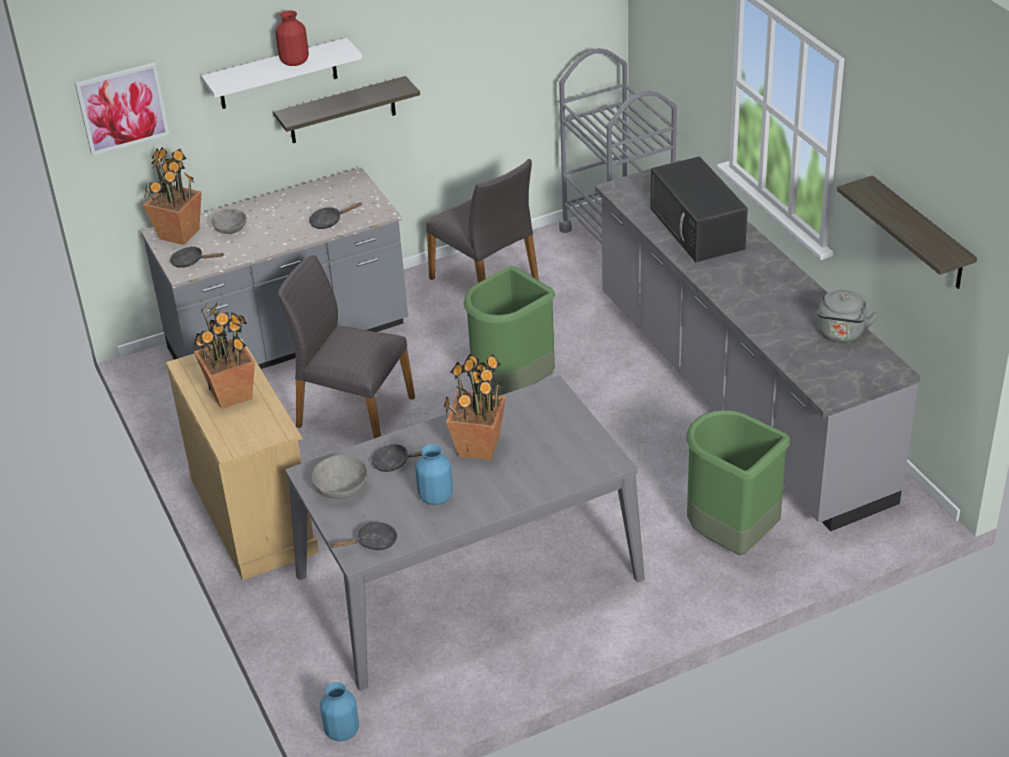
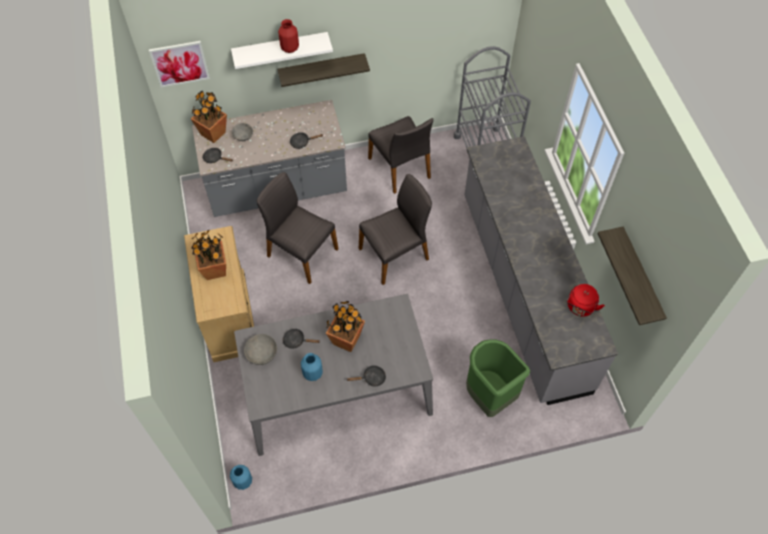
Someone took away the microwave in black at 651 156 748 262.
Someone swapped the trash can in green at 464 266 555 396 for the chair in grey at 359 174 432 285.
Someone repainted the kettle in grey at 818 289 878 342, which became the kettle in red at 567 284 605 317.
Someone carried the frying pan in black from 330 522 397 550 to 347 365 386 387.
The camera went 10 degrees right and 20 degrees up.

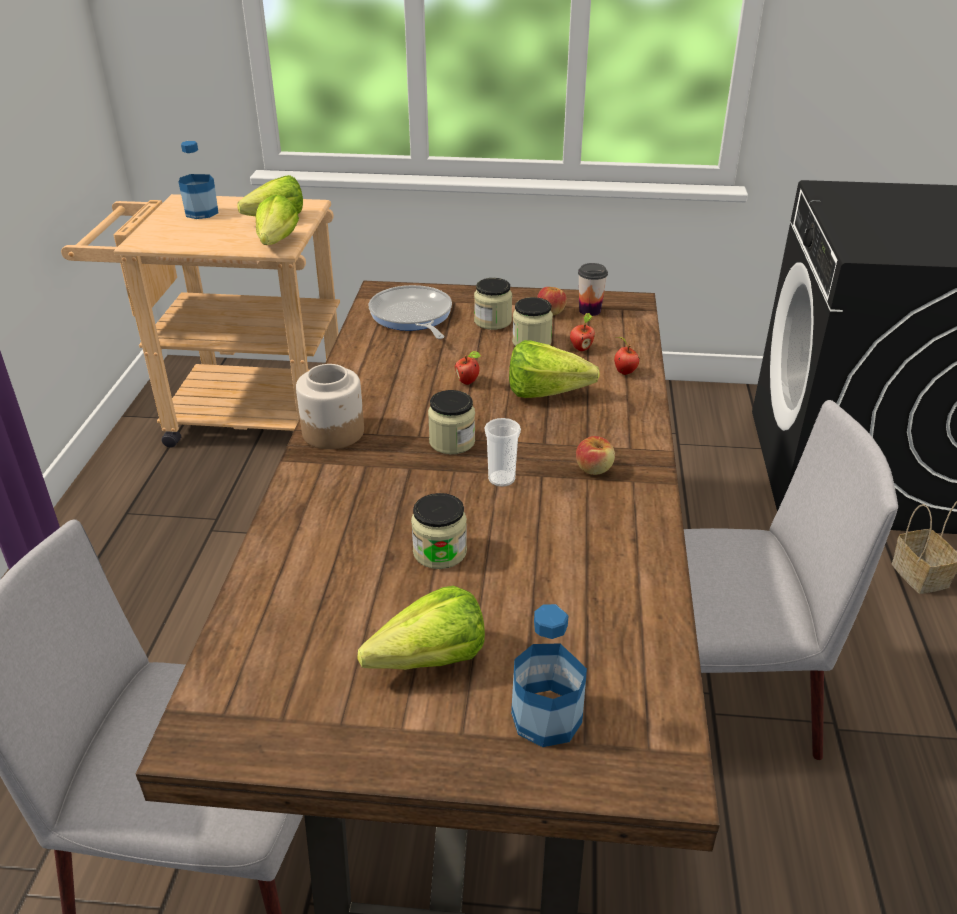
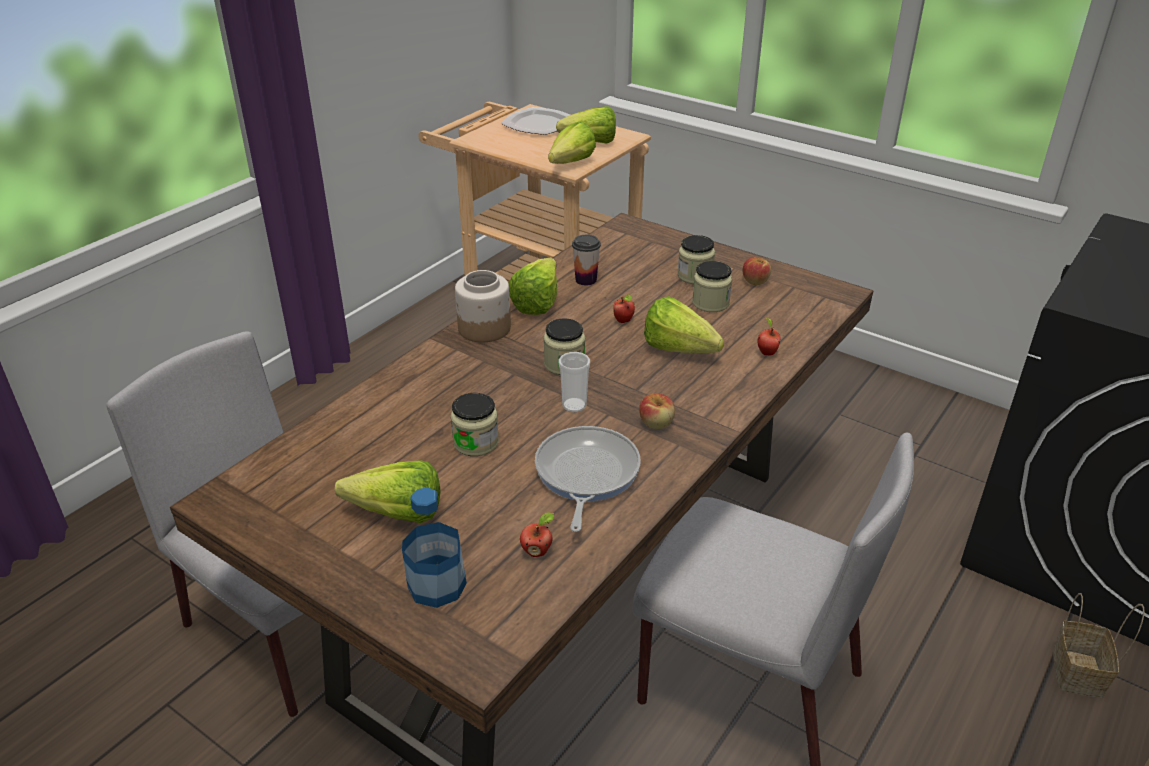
Someone swapped the bottle at 178 141 218 219 for the plate at 501 107 570 135.
Someone carried the cup from 578 263 608 316 to 572 235 601 286.
Someone carried the frying pan from 369 285 452 339 to 535 426 641 532.
Someone carried the apple from 570 313 595 351 to 520 512 554 557.
Someone put down the lettuce at 508 258 557 315.
The camera went 30 degrees right and 0 degrees up.

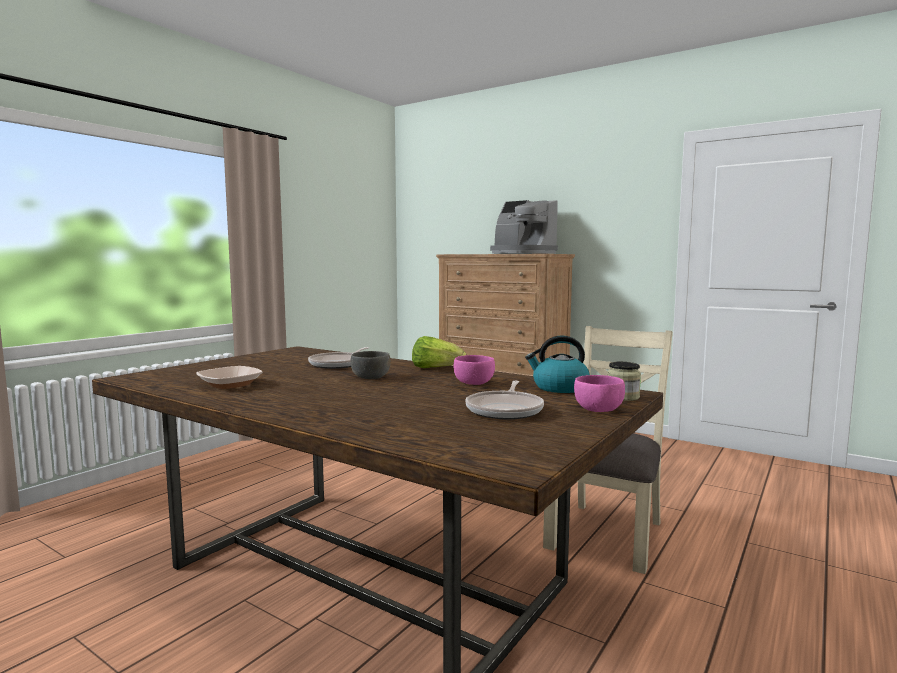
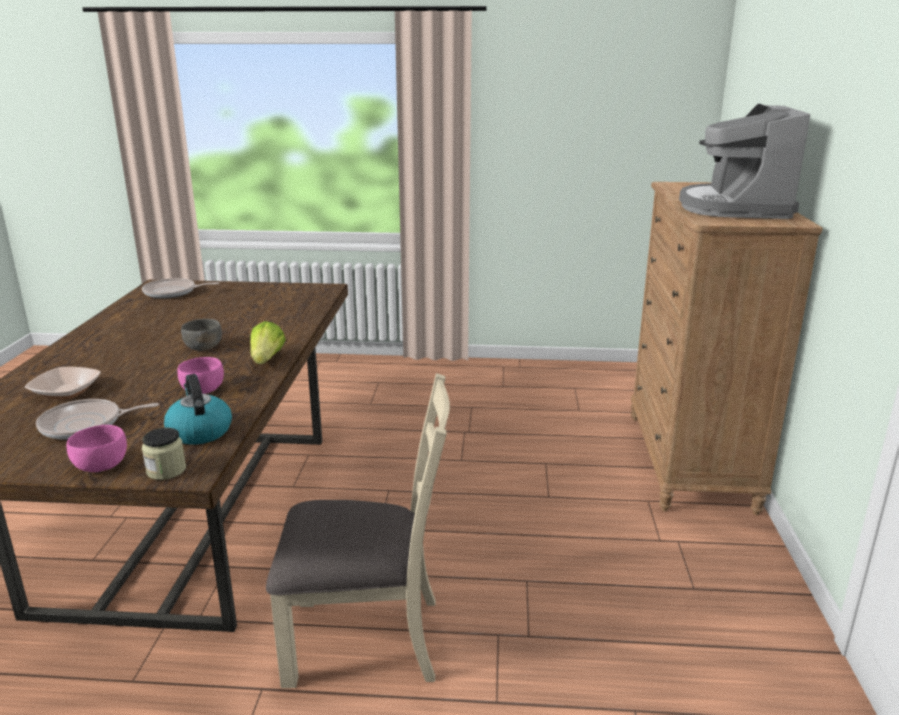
Someone carried the frying pan from 308 347 369 369 to 142 278 220 299.
Someone carried the bowl from 196 366 262 389 to 25 367 101 399.
The camera went 60 degrees right and 15 degrees up.

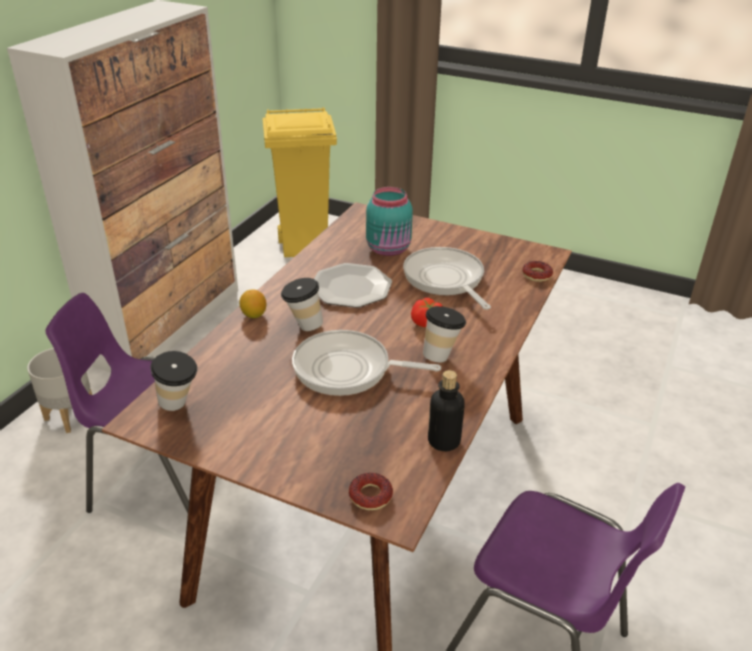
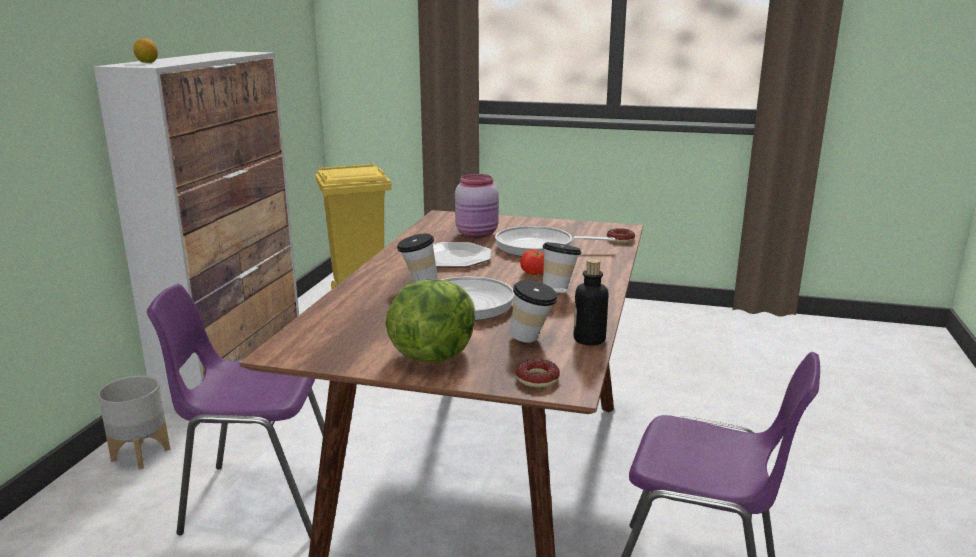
Someone repainted the jar in turquoise at 366 187 413 256, which became the jar in pink at 455 174 499 238.
Someone rotated the frying pan at 403 247 491 310 by 45 degrees counterclockwise.
Someone carried the lemon from 239 289 266 318 to 133 38 158 63.
Someone carried the cup from 150 351 197 411 to 510 280 558 343.
Someone put down the lettuce at 385 279 475 363.
The camera went 10 degrees left and 15 degrees down.

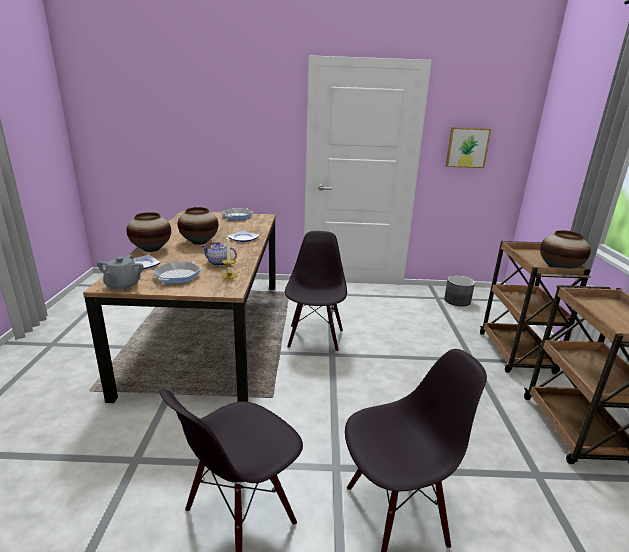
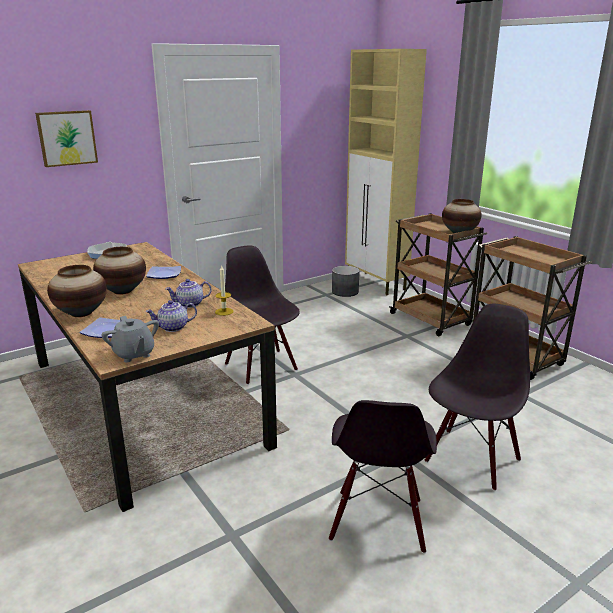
Someone carried the picture from 446 127 491 168 to 35 110 98 167.
Someone swapped the frying pan at 153 261 201 284 for the teapot at 145 300 197 332.
Someone put down the cabinet in beige at 345 49 427 295.
The camera went 35 degrees left and 0 degrees up.

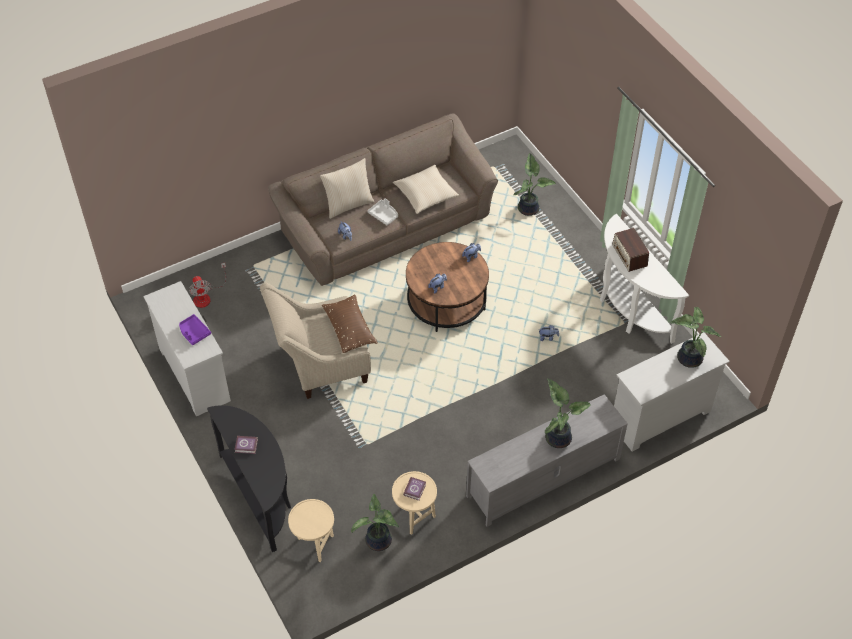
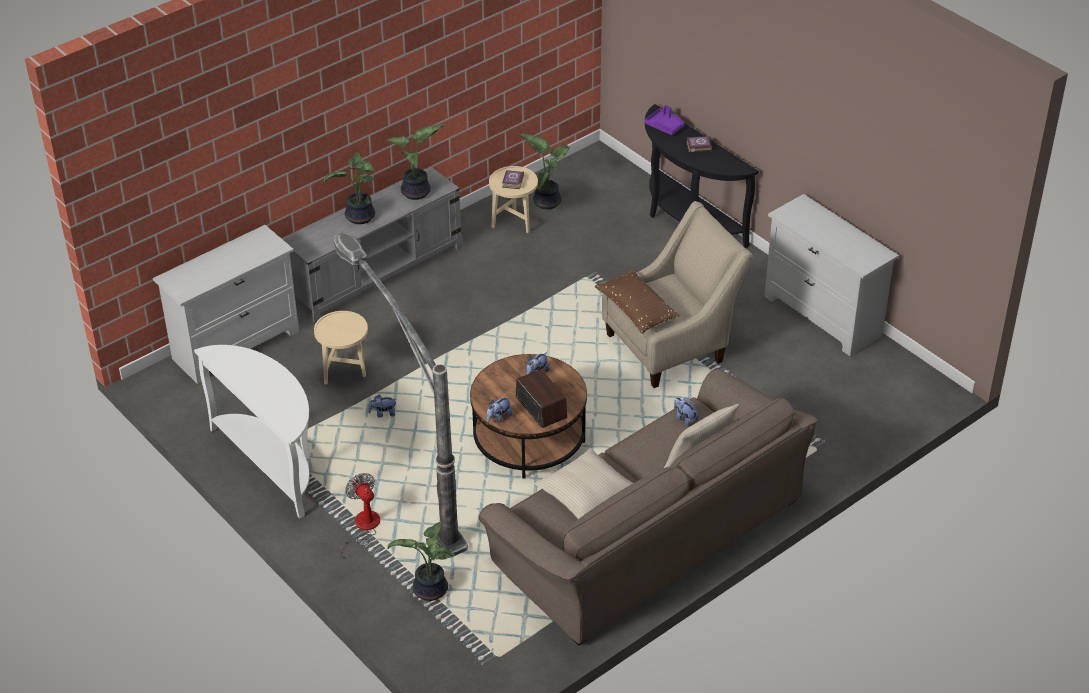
Someone took away the tray in grey at 368 199 398 225.
Someone carried the radio from 612 228 649 272 to 516 369 567 428.
Someone carried the fan from 189 263 226 308 to 339 473 380 557.
Someone carried the potted plant from 670 307 721 368 to 387 124 446 200.
Someone carried the tray in purple from 179 314 211 345 to 644 105 684 135.
Someone carried the side table in beige from 288 499 334 562 to 314 311 368 384.
Someone put down the floor lamp at 334 232 468 558.
The camera went 170 degrees right and 10 degrees down.

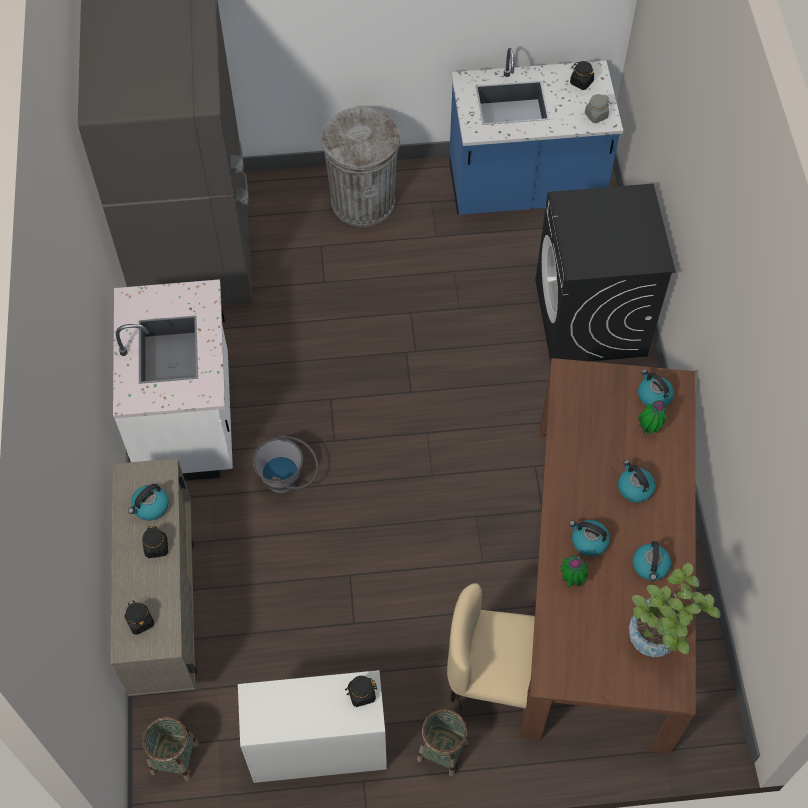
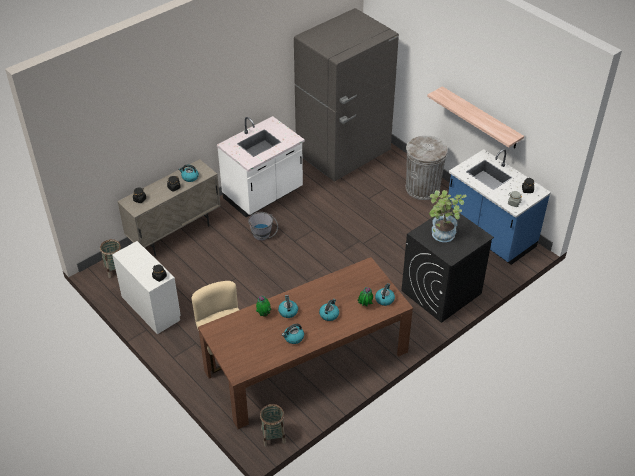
Someone carried the potted plant from 629 563 721 657 to 429 190 467 242.
Someone carried the basket from 417 709 468 776 to 260 404 286 447.
Someone put up the shelf at 427 86 524 148.
The camera went 55 degrees right and 15 degrees down.

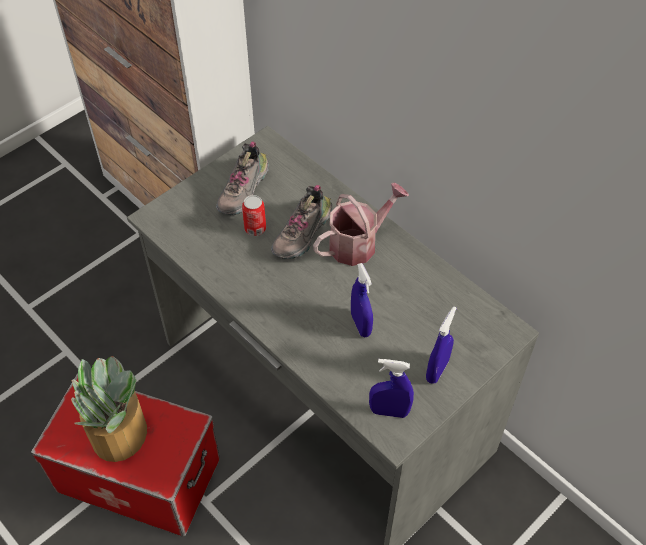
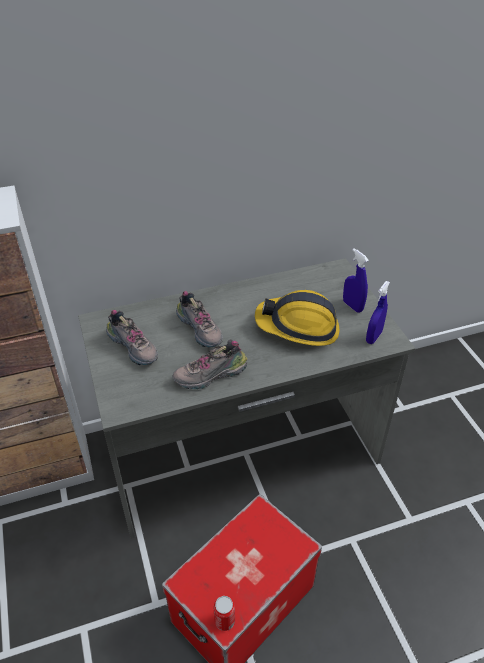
Someone took away the watering can at 313 183 409 266.
Someone carried the can from 242 195 266 236 to 214 596 235 631.
Someone swapped the spray bottle in blue at 351 263 373 337 for the hard hat at 255 290 339 346.
Someone took away the potted plant at 71 356 147 462.
Someone put down the shoe at 173 339 248 389.
The camera went 65 degrees left and 10 degrees down.

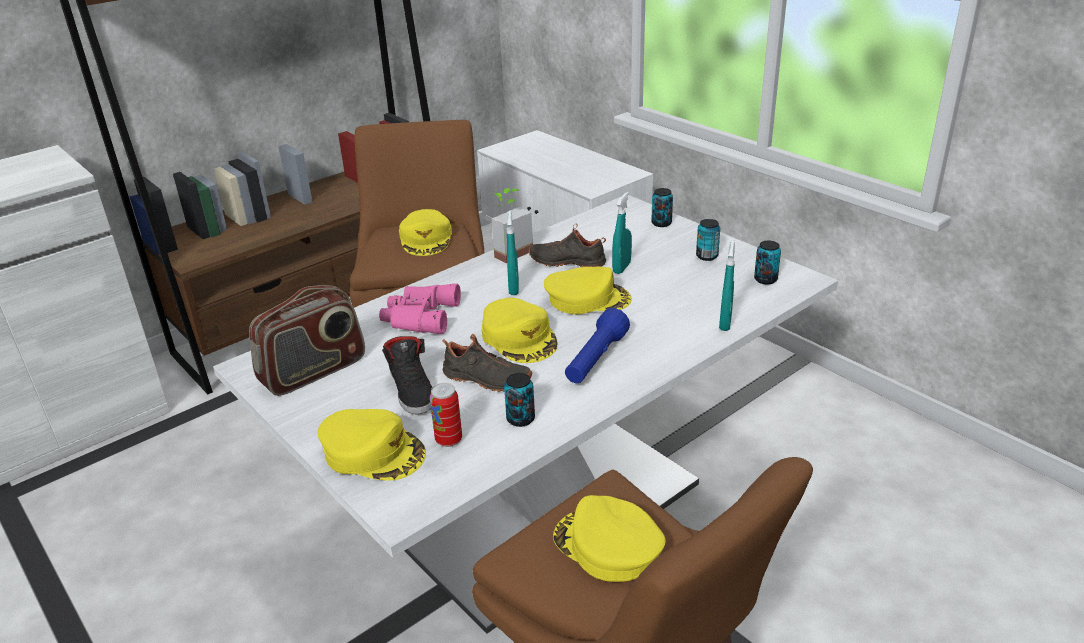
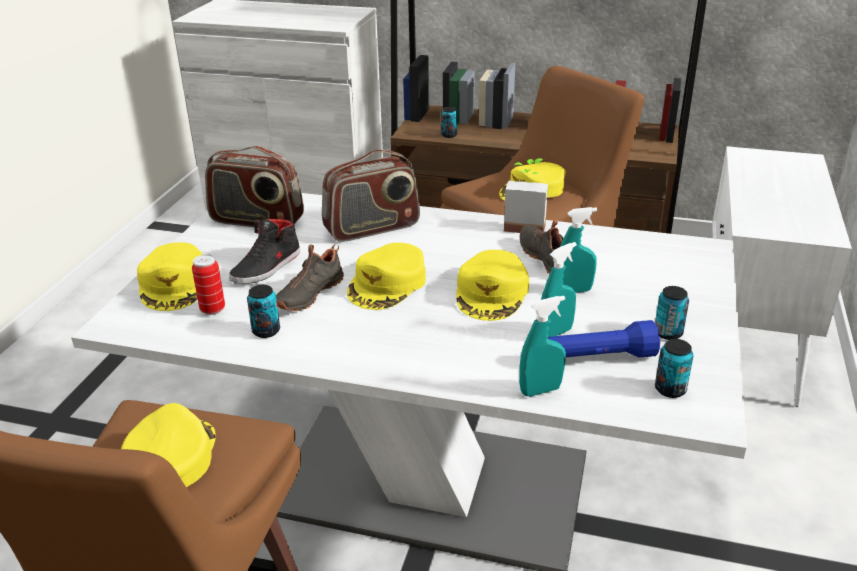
Someone carried the can from 651 188 673 227 to 441 107 457 138.
Someone carried the spray bottle in turquoise from 507 211 519 295 to 541 242 577 337.
Someone rotated the cap in yellow at 544 267 632 315 by 45 degrees clockwise.
Someone swapped the binoculars in pink at 379 283 461 334 for the radio at 322 150 420 242.
Someone carried the flashlight in blue from 565 308 630 383 to 548 320 660 358.
Someone rotated the shoe in black at 442 334 532 392 by 45 degrees clockwise.
The camera went 55 degrees right and 0 degrees up.

